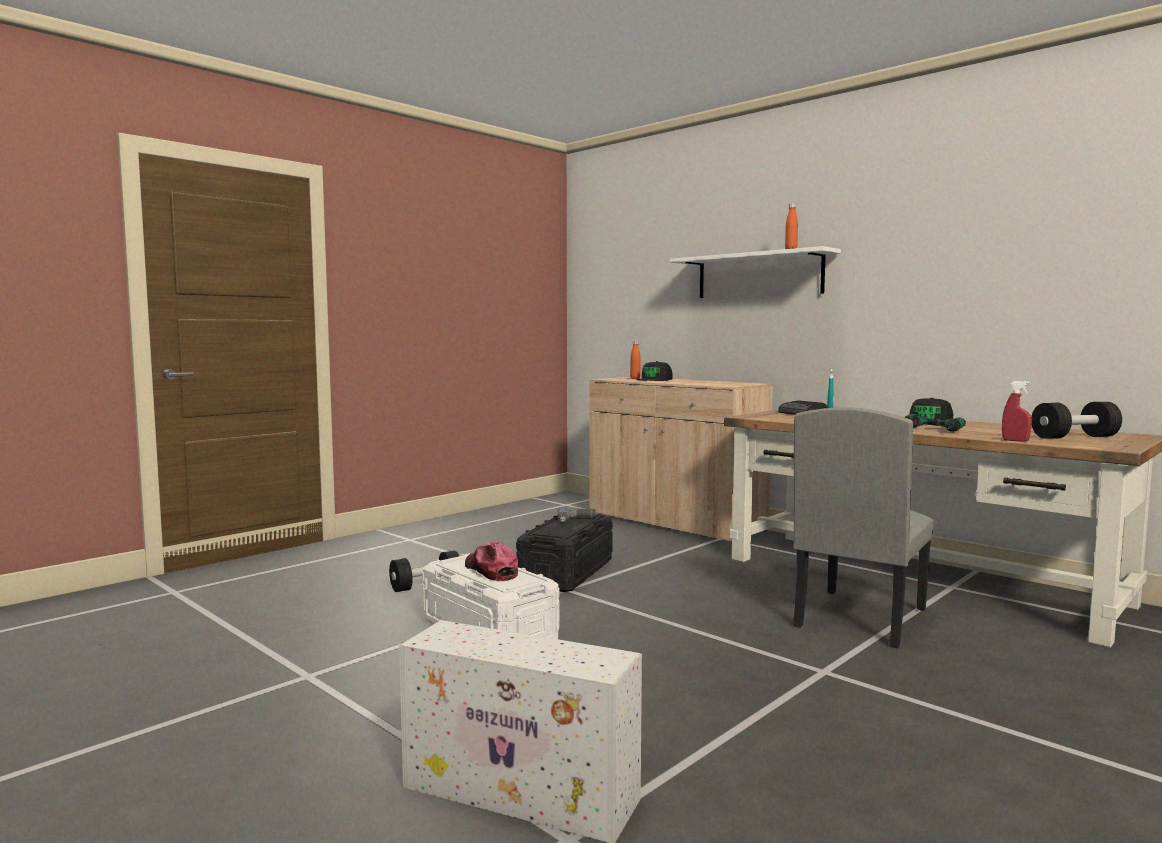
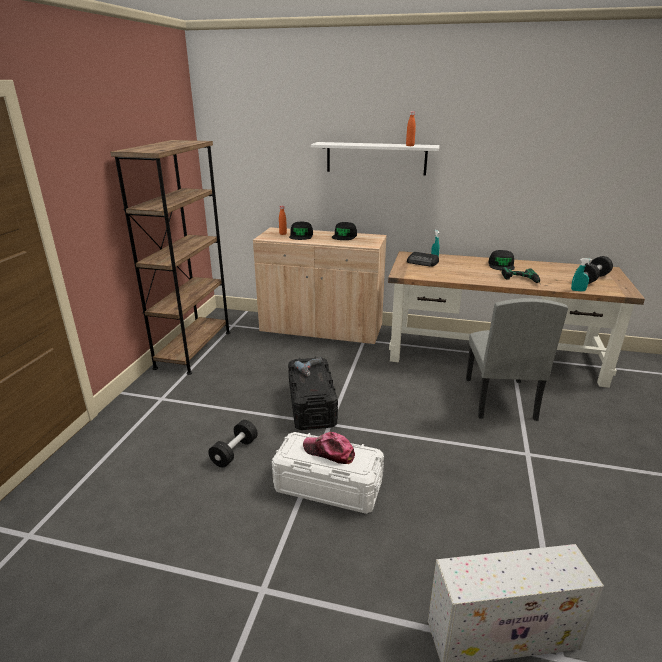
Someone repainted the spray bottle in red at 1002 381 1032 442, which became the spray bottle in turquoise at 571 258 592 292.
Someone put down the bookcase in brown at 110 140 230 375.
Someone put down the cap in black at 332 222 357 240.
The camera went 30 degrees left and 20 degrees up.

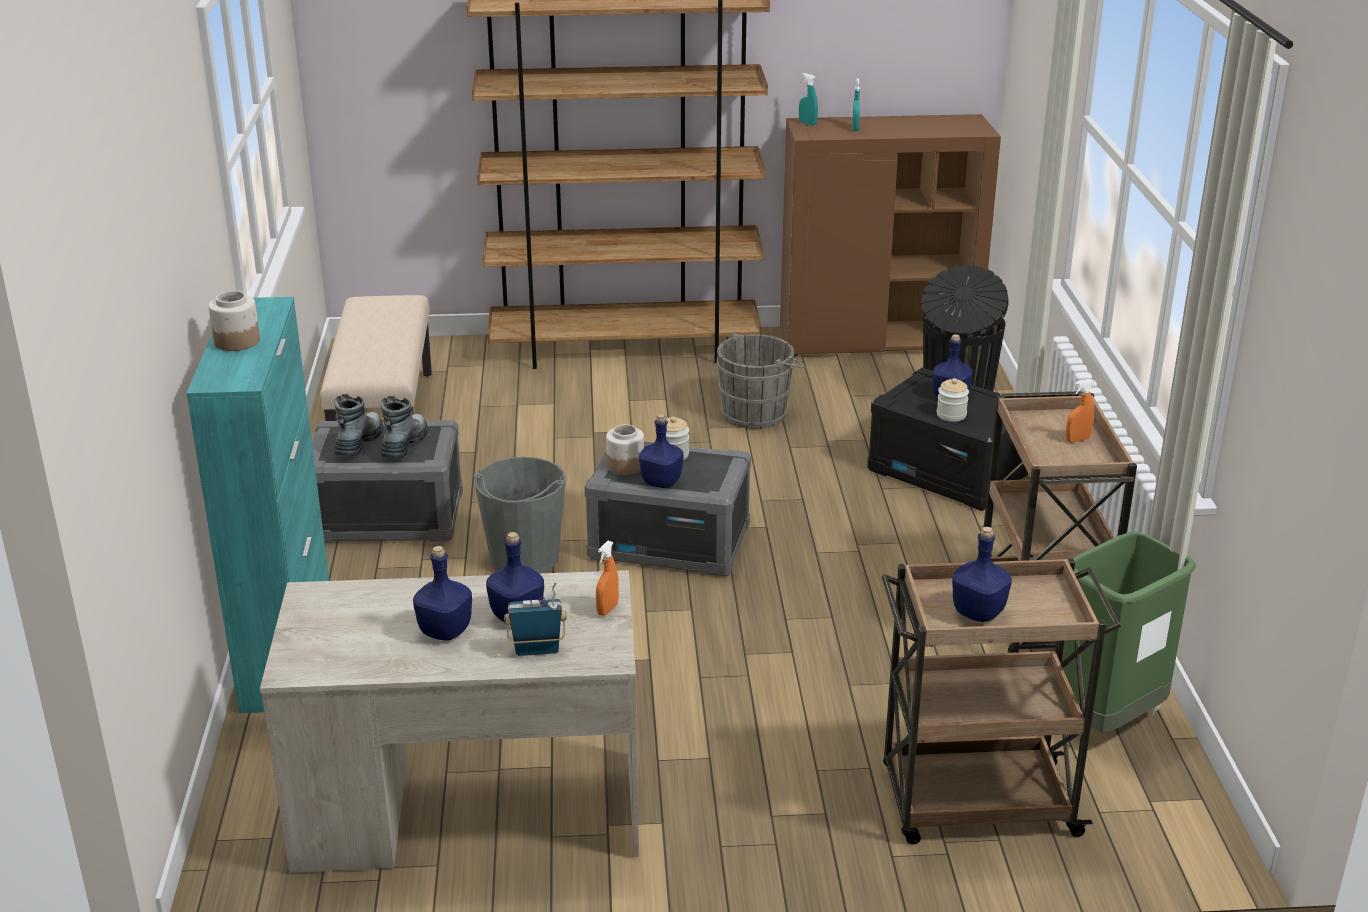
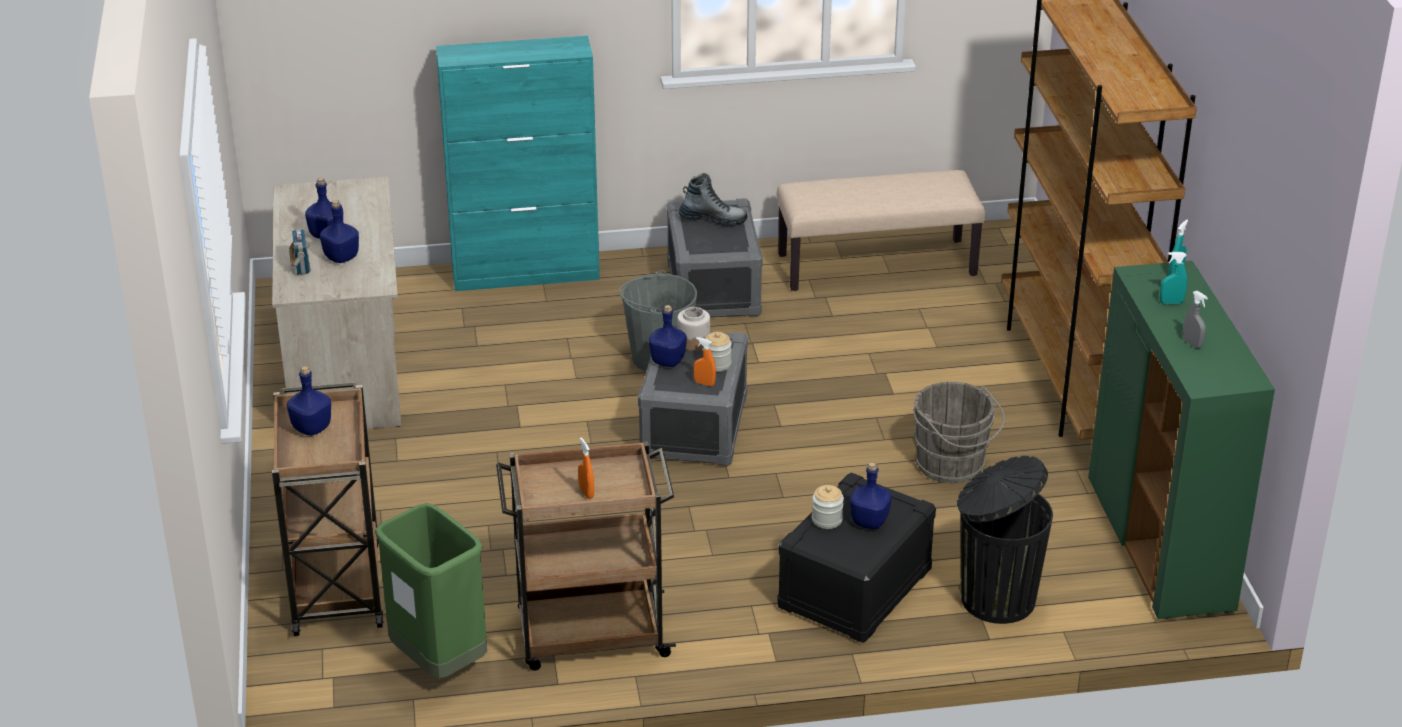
Someone repainted the cabinet in brown at 780 114 1001 357, which became the cabinet in green at 1088 261 1275 619.
Someone took away the jar at 208 291 260 351.
Someone took away the boot at 380 395 428 458.
Someone carried the spray bottle in orange from 596 541 619 616 to 693 337 716 386.
Someone put down the spray bottle in grey at 1183 291 1208 348.
The camera went 85 degrees right and 5 degrees up.

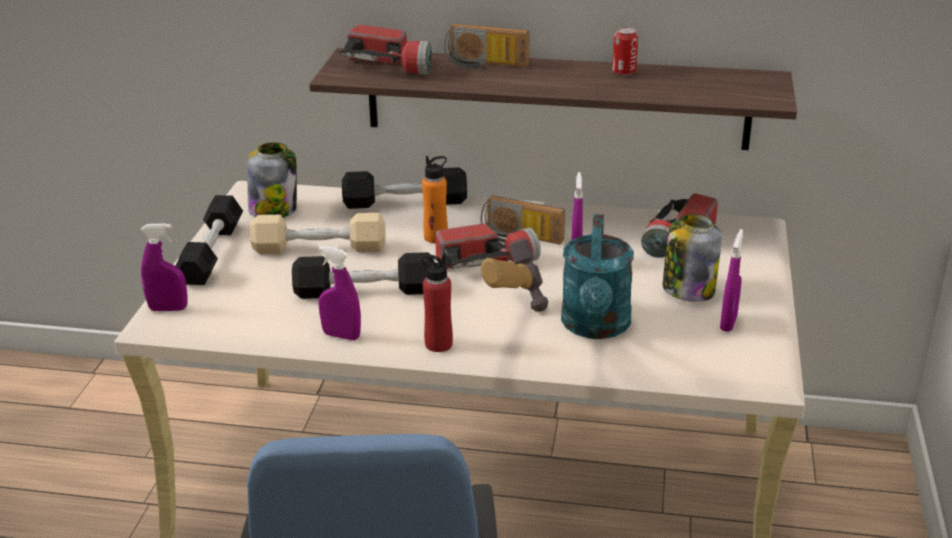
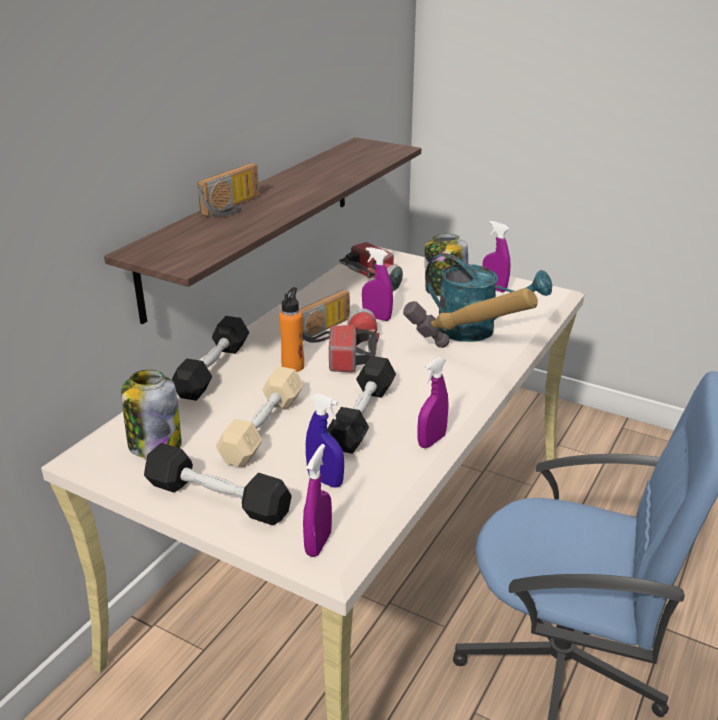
Someone took away the flashlight at 340 25 432 75.
Someone took away the can at 612 27 638 76.
Someone took away the bottle in red at 421 254 453 352.
Someone put down the spray bottle in blue at 306 393 344 488.
The camera went 70 degrees left and 0 degrees up.

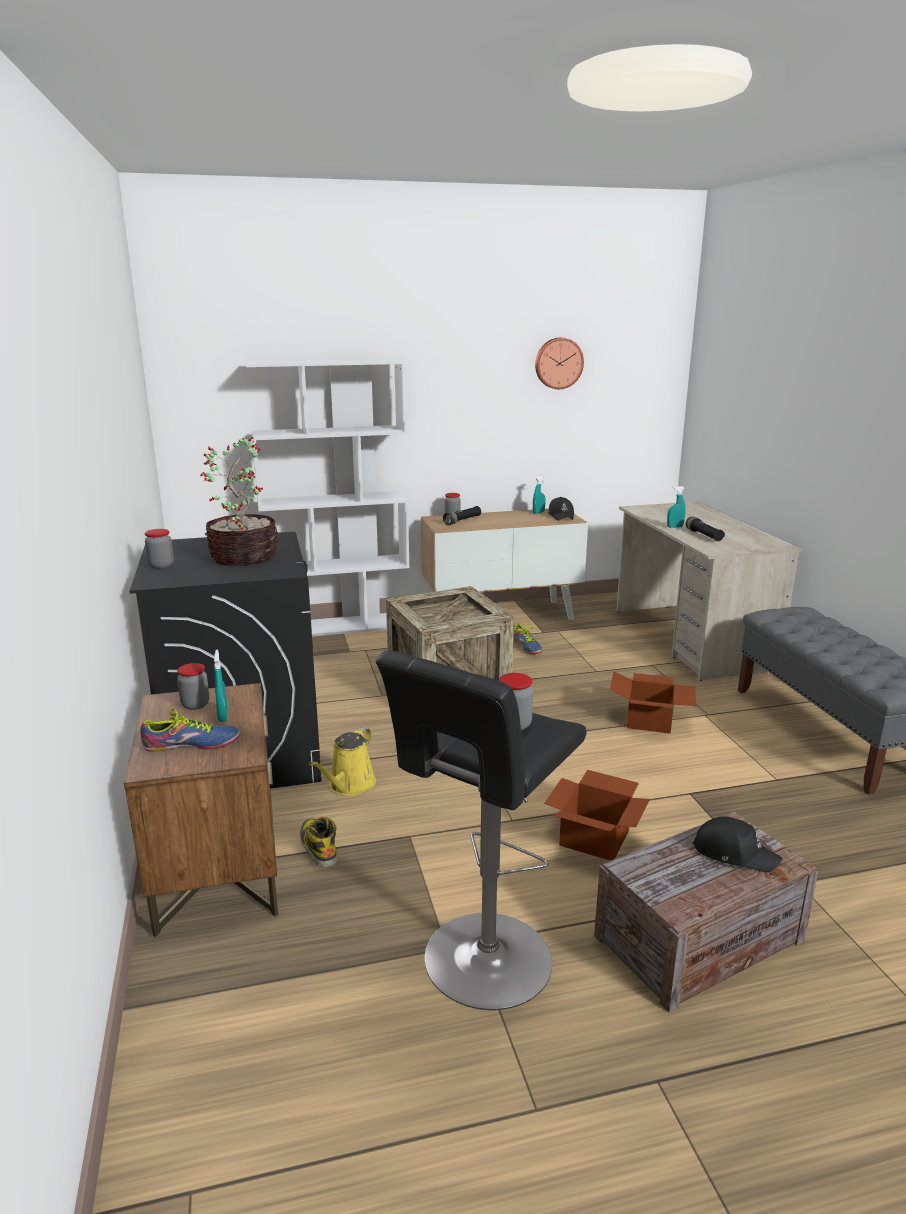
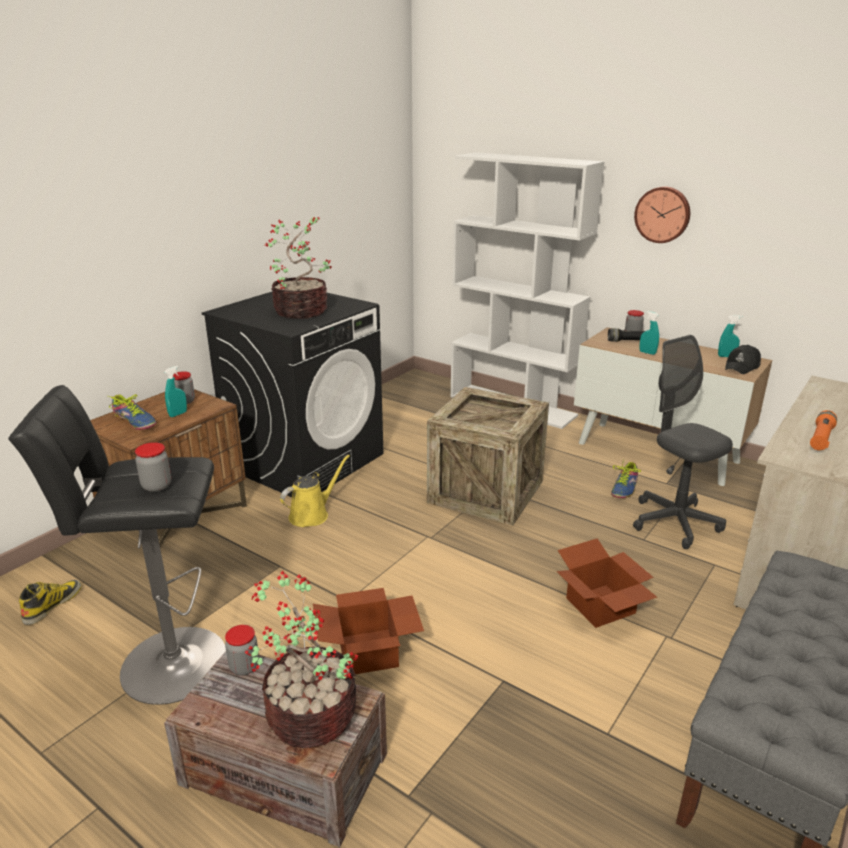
Someone carried the wall clock from 535 338 584 389 to 634 186 690 243.
Someone carried the spray bottle in turquoise from 667 486 685 528 to 640 311 659 355.
Someone repainted the flashlight in black at 685 517 725 541, which became the flashlight in orange at 810 410 837 450.
Someone carried the jar from 145 529 174 569 to 225 625 259 676.
Someone rotated the watering can in yellow at 309 727 376 796 by 150 degrees clockwise.
Someone carried the boot from 300 817 338 867 to 19 580 82 625.
Someone swapped the cap in black at 693 817 782 872 for the potted plant at 245 571 358 748.
Someone put down the office chair in grey at 633 335 733 549.
The camera went 50 degrees right and 5 degrees up.

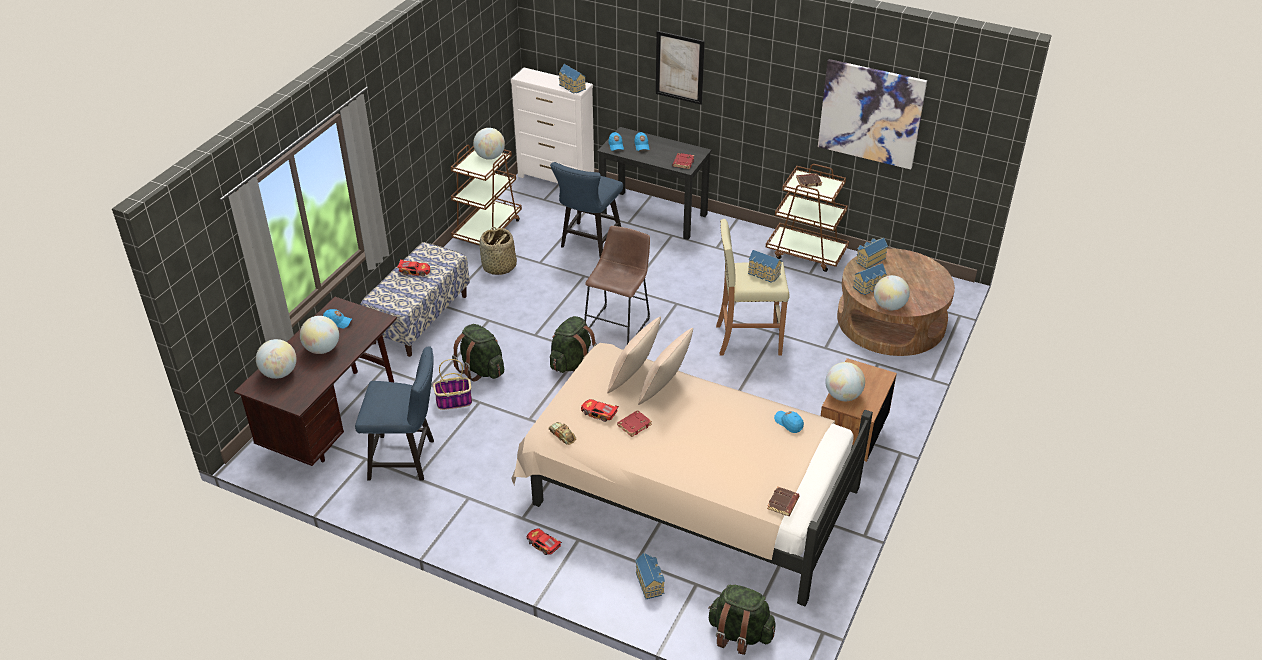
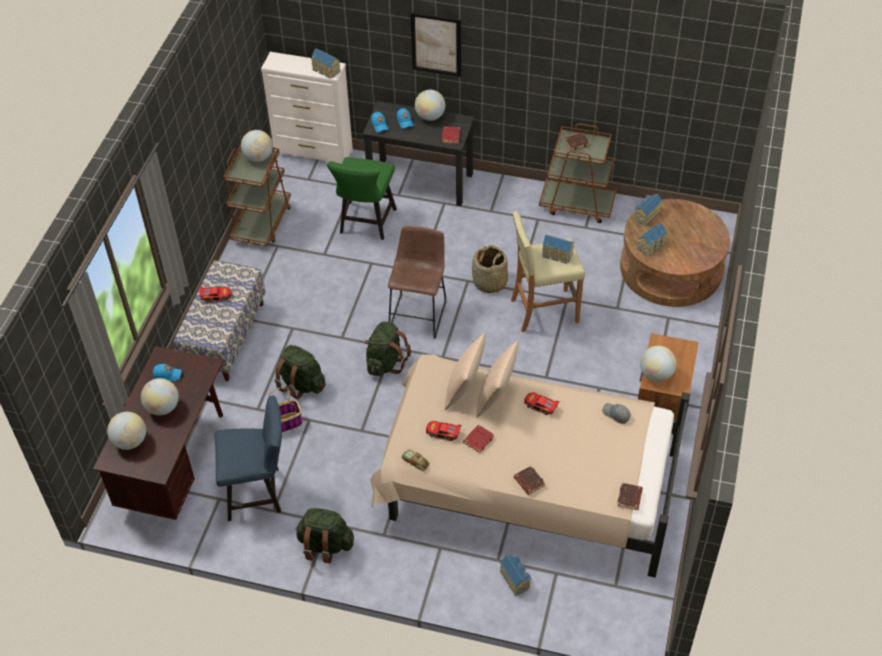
Someone took away the picture at 818 59 927 170.
Someone repainted the chair in blue at 550 162 623 257, which became the chair in green at 327 157 397 240.
Someone carried the basket from 479 227 517 275 to 472 245 508 294.
Someone carried the globe from 874 275 910 310 to 415 90 445 121.
Someone repainted the cap in blue at 774 411 804 433, which became the cap in grey at 602 403 631 424.
Someone carried the toy car from 527 528 562 555 to 524 392 559 415.
Someone carried the backpack in green from 708 585 776 655 to 295 508 354 563.
Someone put down the book in brown at 514 466 546 495.
The camera went 10 degrees left and 10 degrees up.

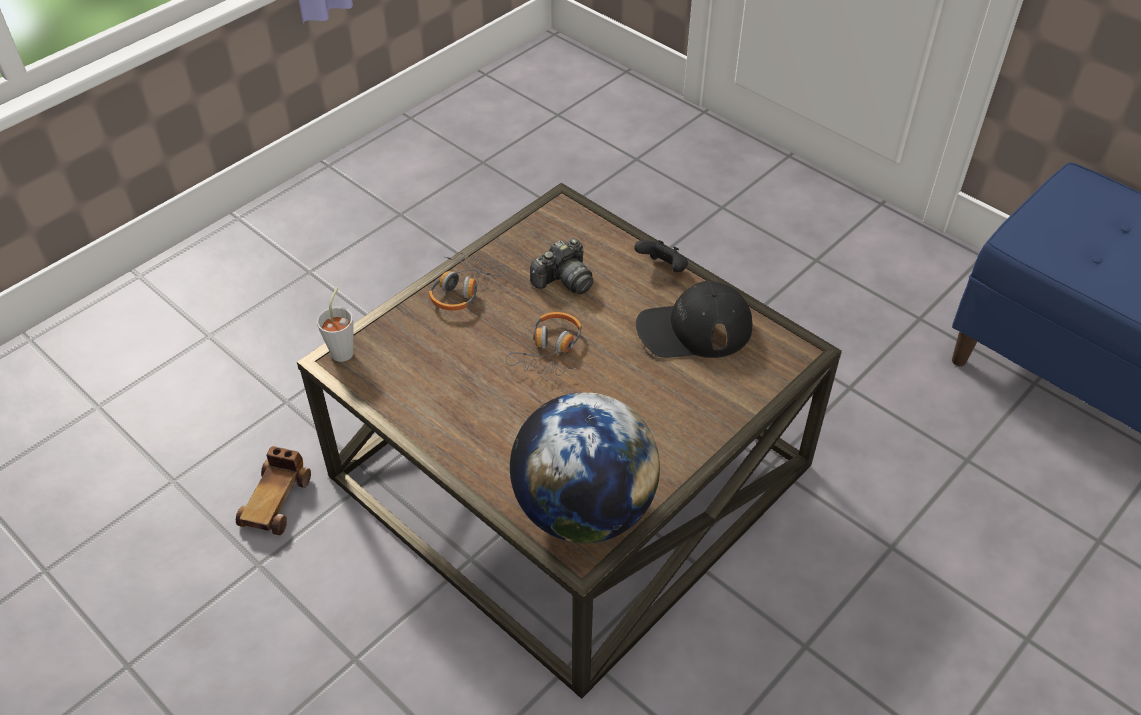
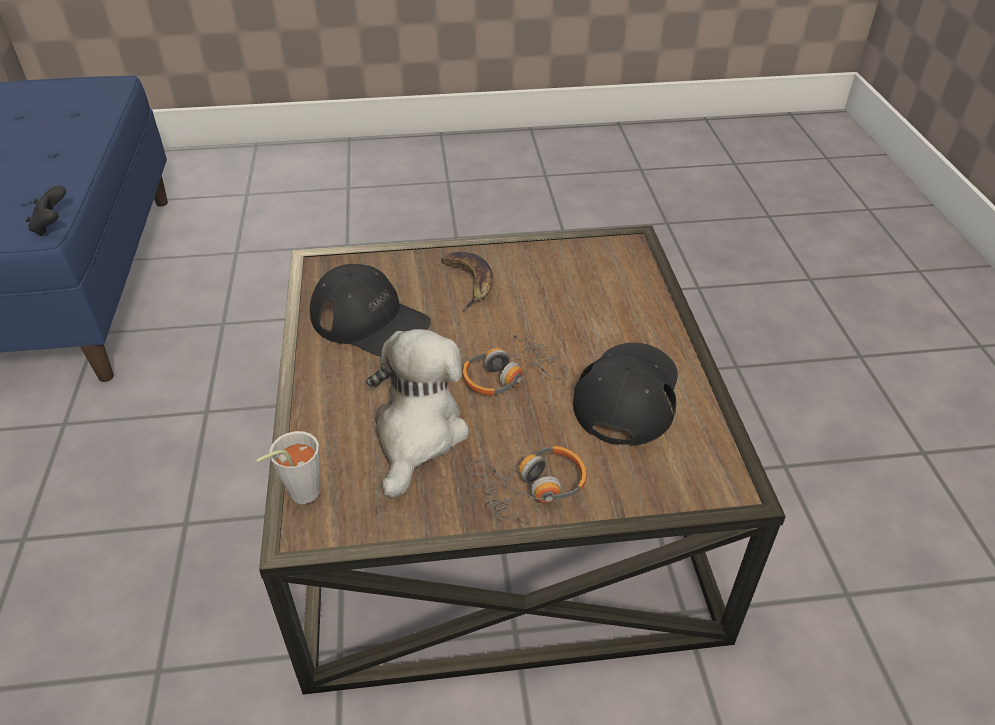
Someone swapped the photo camera at 530 238 594 294 for the plush toy at 366 329 469 498.
Someone carried the game controller in black from 634 240 688 272 to 26 186 66 236.
Someone carried the cup in grey from 317 287 353 362 to 256 431 320 504.
Someone took away the globe at 510 392 660 543.
Someone took away the toy car at 236 446 311 535.
Someone put down the banana at 441 252 493 311.
Someone put down the cap in black at 573 343 678 446.
The camera went 140 degrees left and 5 degrees down.

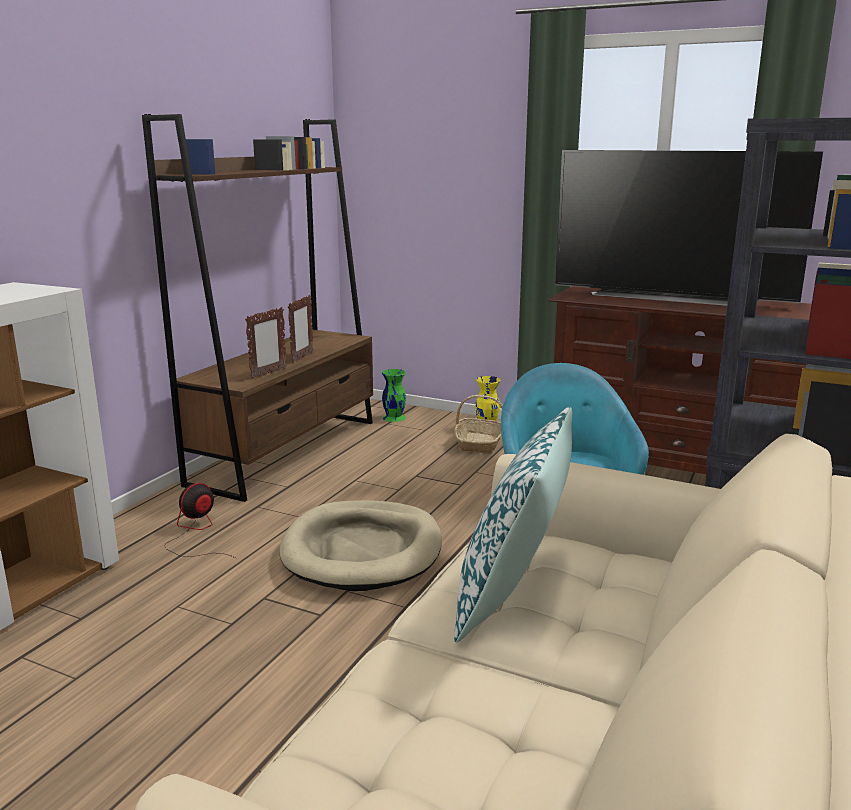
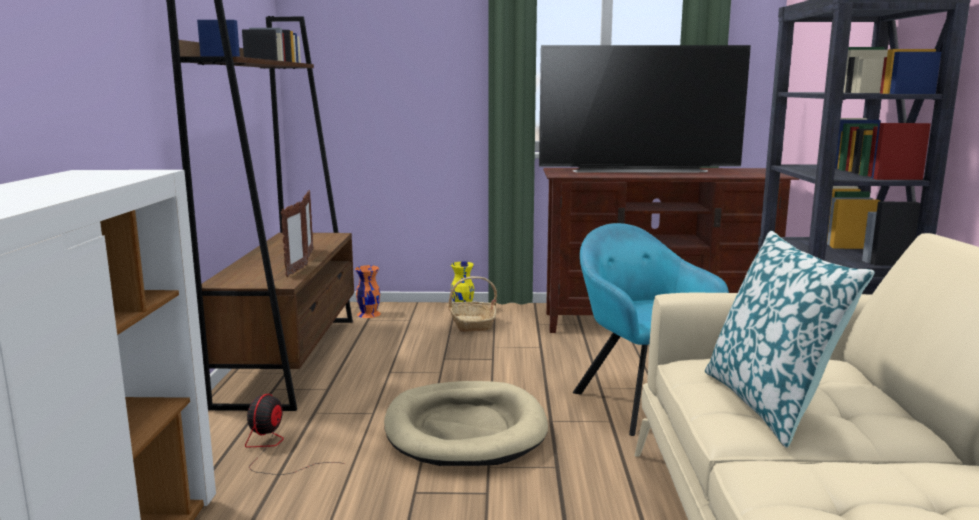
Someone repainted the vase in green at 382 369 406 422, which became the vase in orange at 355 265 381 318.
The camera went 25 degrees left and 5 degrees down.

